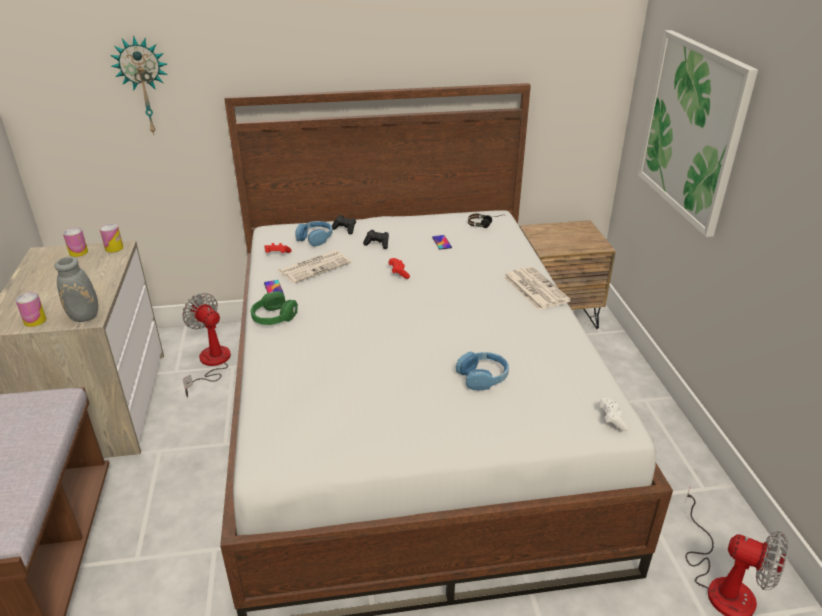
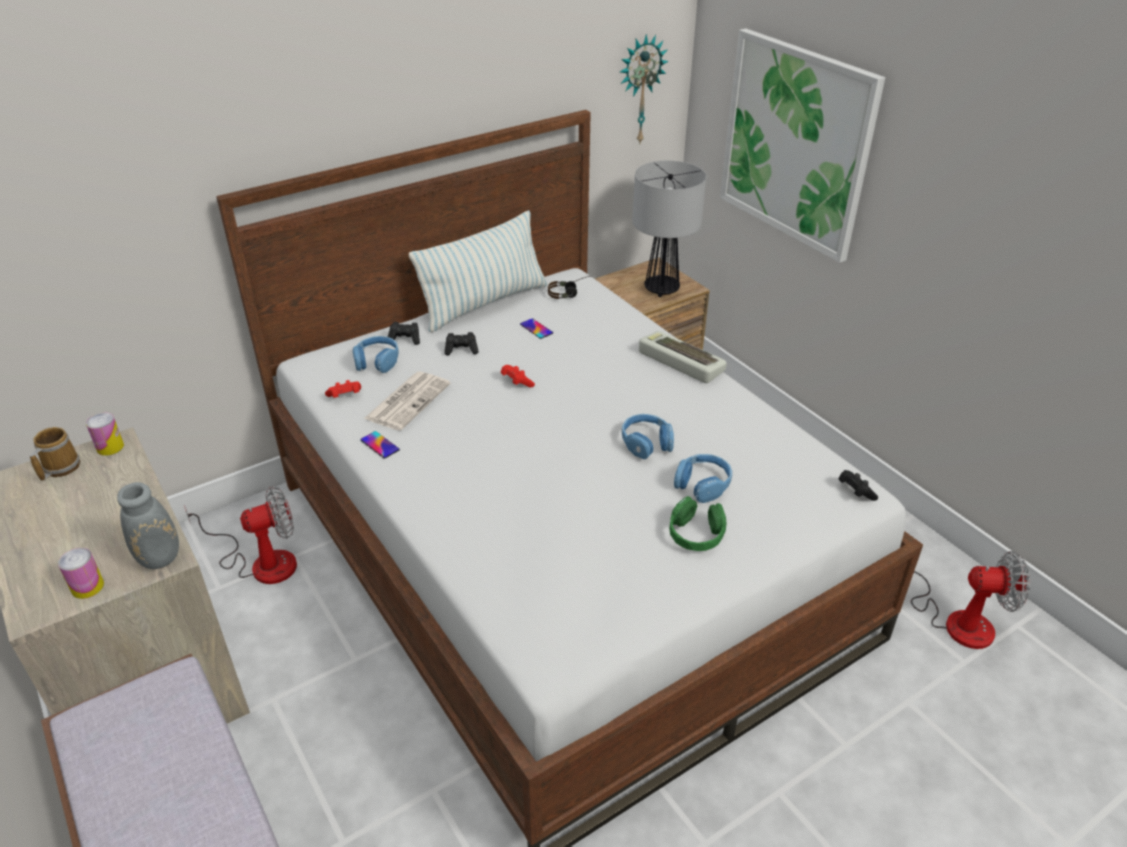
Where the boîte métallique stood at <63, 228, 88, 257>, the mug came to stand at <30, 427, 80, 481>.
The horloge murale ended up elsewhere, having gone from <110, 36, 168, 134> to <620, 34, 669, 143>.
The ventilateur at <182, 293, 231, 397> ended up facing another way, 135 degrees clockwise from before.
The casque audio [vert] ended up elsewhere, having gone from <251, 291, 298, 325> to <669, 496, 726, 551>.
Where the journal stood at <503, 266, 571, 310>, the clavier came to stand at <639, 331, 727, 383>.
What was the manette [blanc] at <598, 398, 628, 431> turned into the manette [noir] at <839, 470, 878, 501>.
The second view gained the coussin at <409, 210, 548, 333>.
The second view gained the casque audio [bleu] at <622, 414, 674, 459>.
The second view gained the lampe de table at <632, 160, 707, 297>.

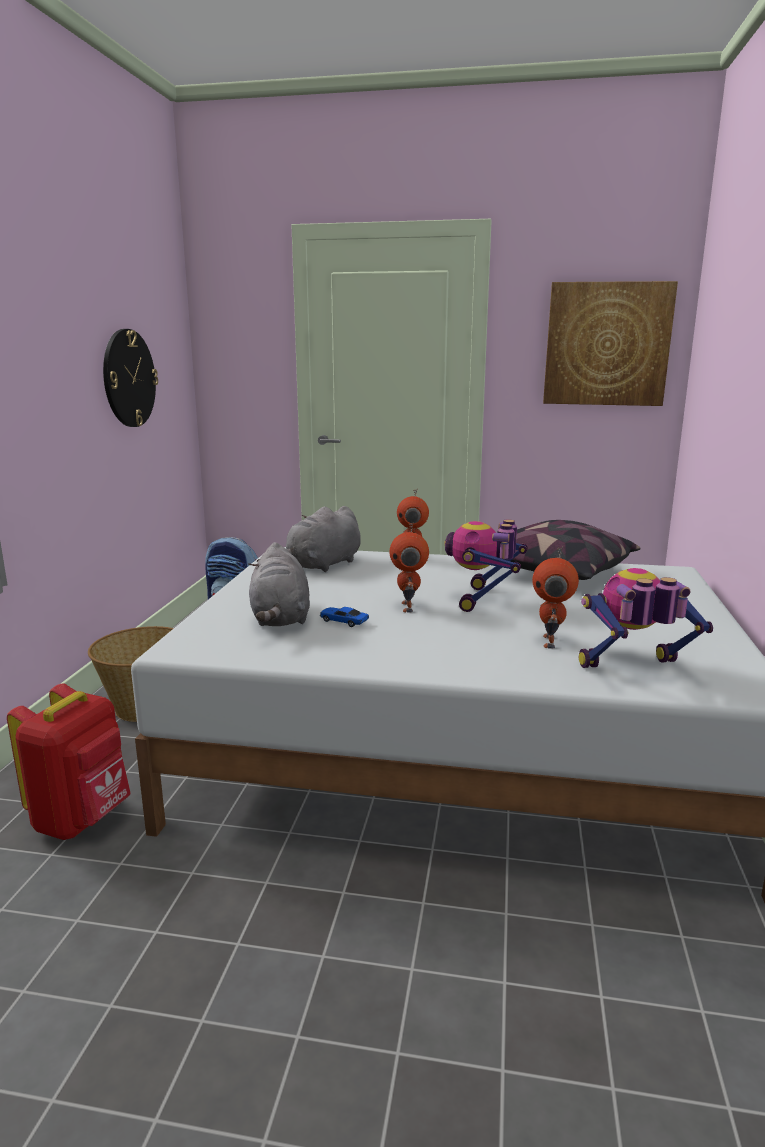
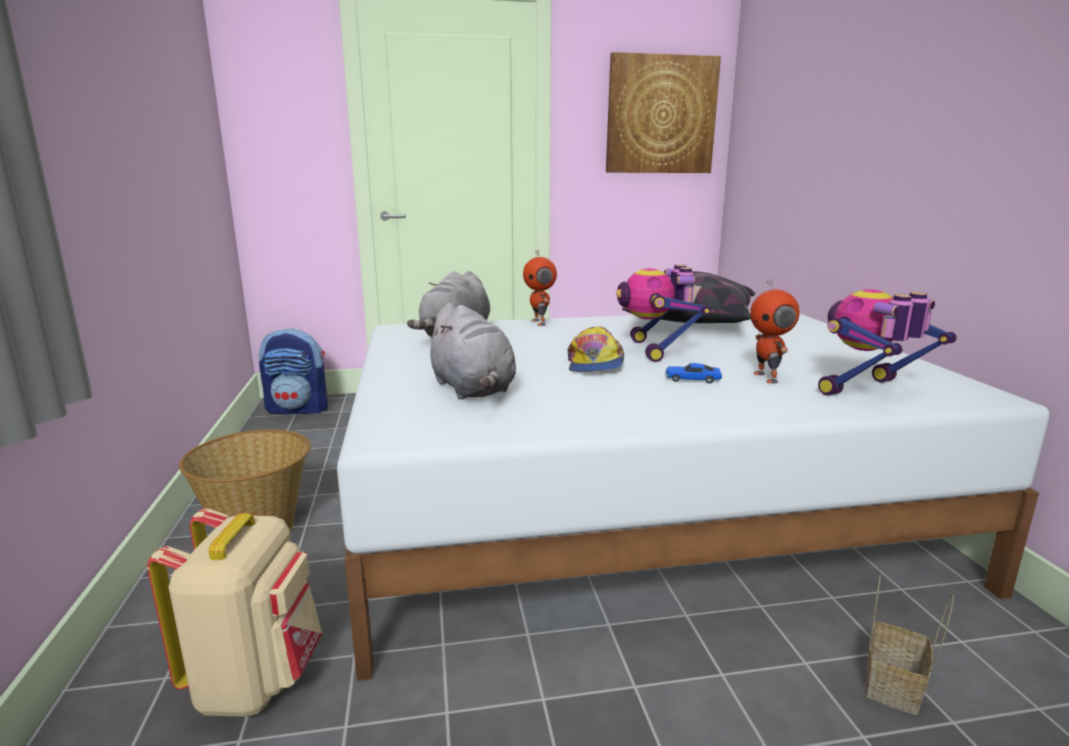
What was the sac à dos [rouge] at <7, 683, 131, 840> turned into the sac à dos [beige] at <147, 508, 322, 717>.
The second view lost the horloge murale at <103, 329, 158, 427>.
The petite voiture ended up elsewhere, having gone from <320, 607, 369, 627> to <665, 363, 722, 384>.
Where the robot jouet stood at <389, 522, 429, 613>, the casquette came to stand at <568, 326, 625, 372>.
The second view gained the panier at <865, 574, 954, 715>.

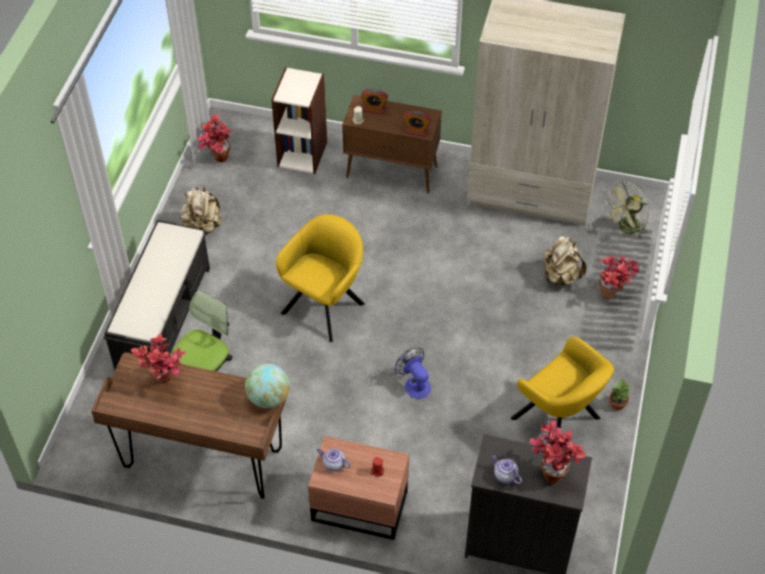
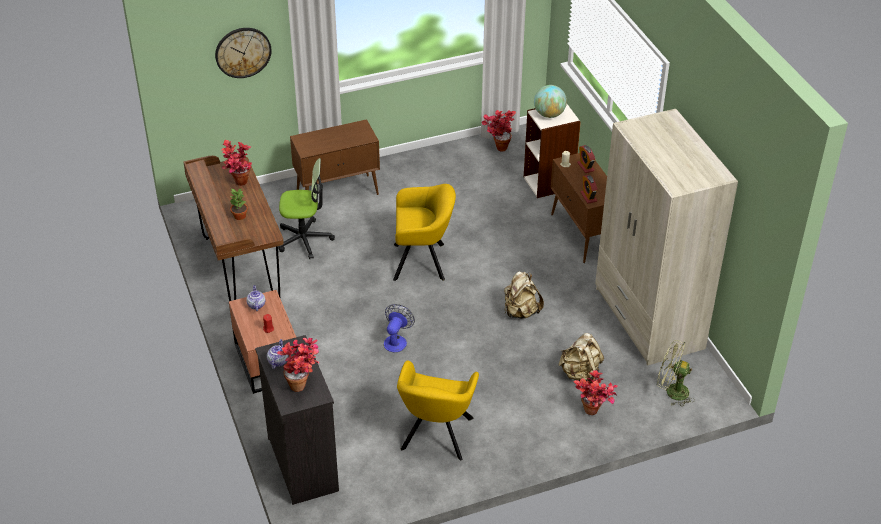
Where the banc [noir] stood at <103, 220, 210, 370>, the meuble de rangement [marron] came to stand at <290, 119, 380, 195>.
The sac à dos [beige] ended up elsewhere, having gone from <180, 185, 222, 237> to <504, 271, 544, 319>.
The globe ended up elsewhere, having gone from <245, 363, 290, 408> to <534, 85, 567, 118>.
The plante en pot ended up elsewhere, having gone from <609, 379, 631, 410> to <229, 189, 248, 220>.
The second view gained the horloge murale at <215, 28, 272, 78>.

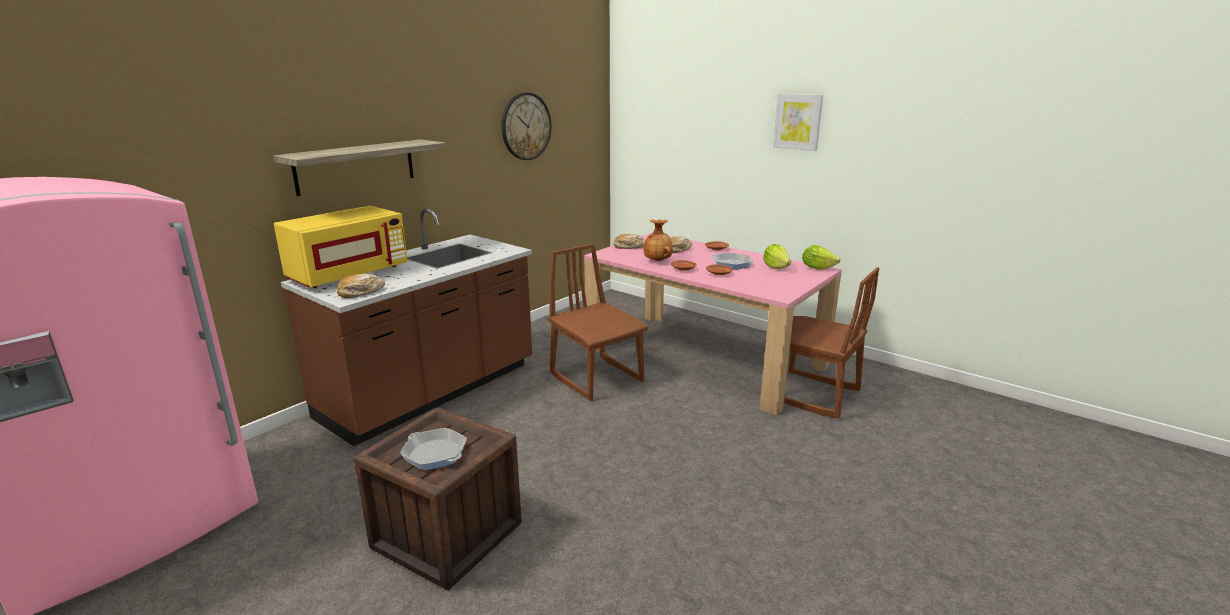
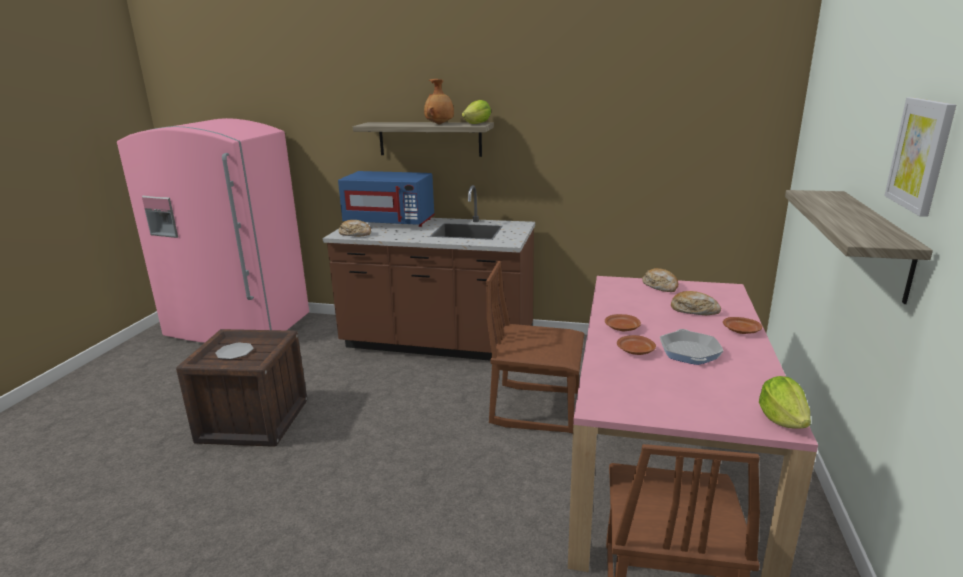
What was the micro-ondes [jaune] at <274, 206, 408, 288> turned into the micro-ondes [bleu] at <338, 171, 435, 227>.
Where the poêle stood at <400, 428, 467, 470>, the assiette came to stand at <215, 342, 254, 359>.
The second view lost the horloge murale at <502, 93, 552, 160>.
The chaise [marron] at <548, 243, 648, 401> ended up facing another way, 105 degrees counterclockwise from before.
The vase [marron] ended up elsewhere, having gone from <644, 219, 673, 262> to <424, 79, 454, 125>.
The laitue ended up elsewhere, having gone from <763, 244, 791, 269> to <462, 100, 491, 124>.
The second view gained the étagère at <785, 190, 933, 304>.

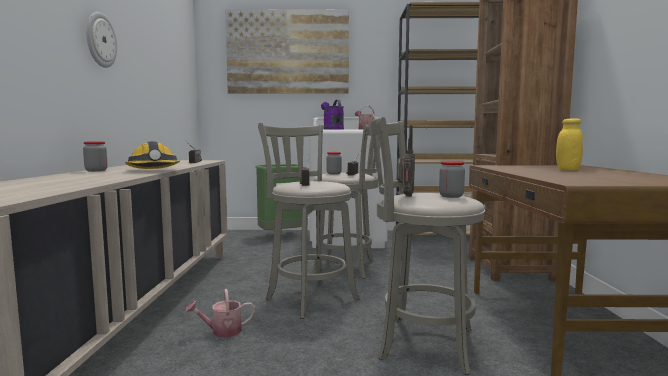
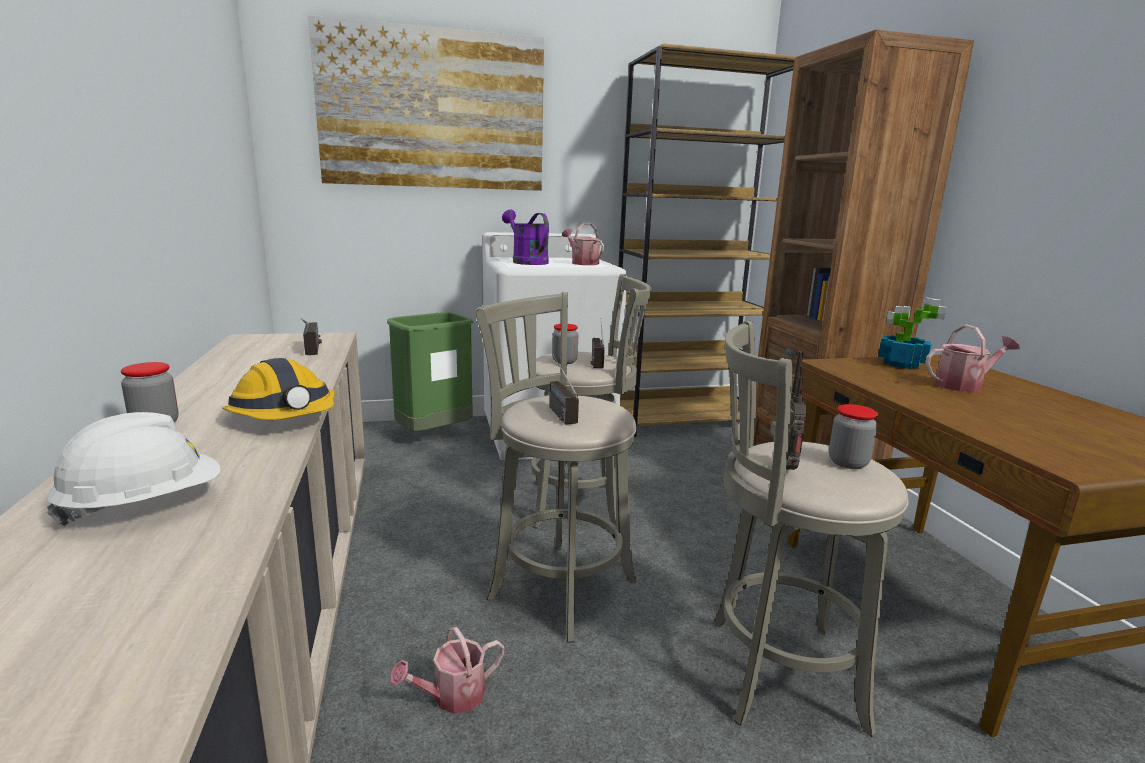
The second view lost the horloge murale at <86, 12, 117, 68>.
Where the bocal [jaune] stood at <556, 118, 583, 170>, the arrosoir came to stand at <925, 324, 1020, 392>.
The second view gained the casque de chantier [blanc] at <47, 412, 221, 526>.
The second view gained the plante en pot at <878, 297, 946, 369>.

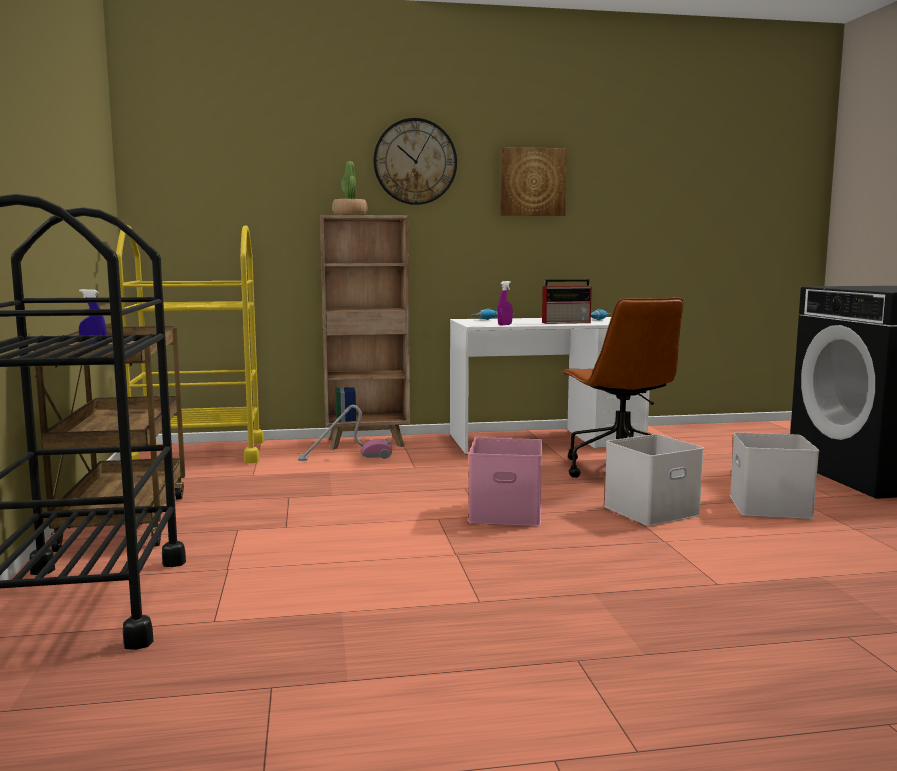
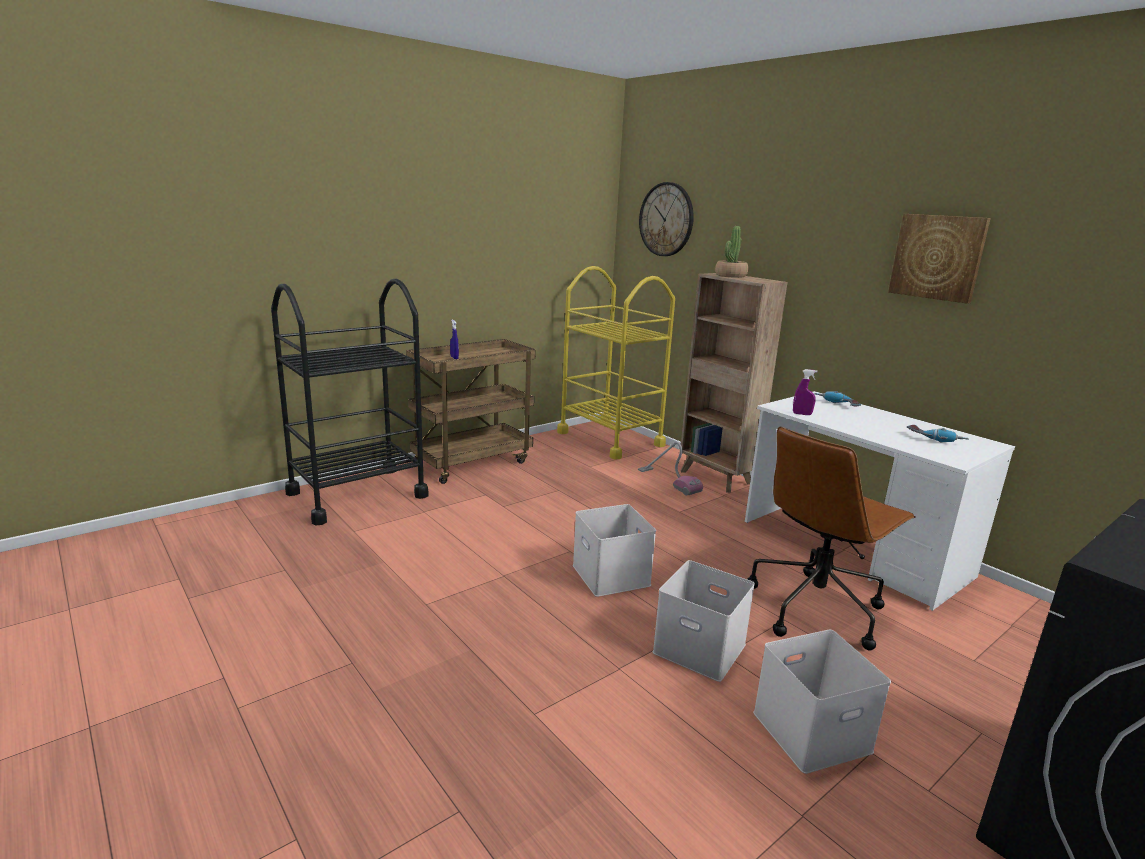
The horloge murale ended up elsewhere, having gone from <373, 118, 457, 205> to <639, 182, 694, 256>.
What was the boîte de rangement [rose] at <468, 437, 542, 526> turned into the boîte de rangement [blanc] at <573, 504, 656, 597>.
The second view lost the radio at <542, 279, 592, 324>.

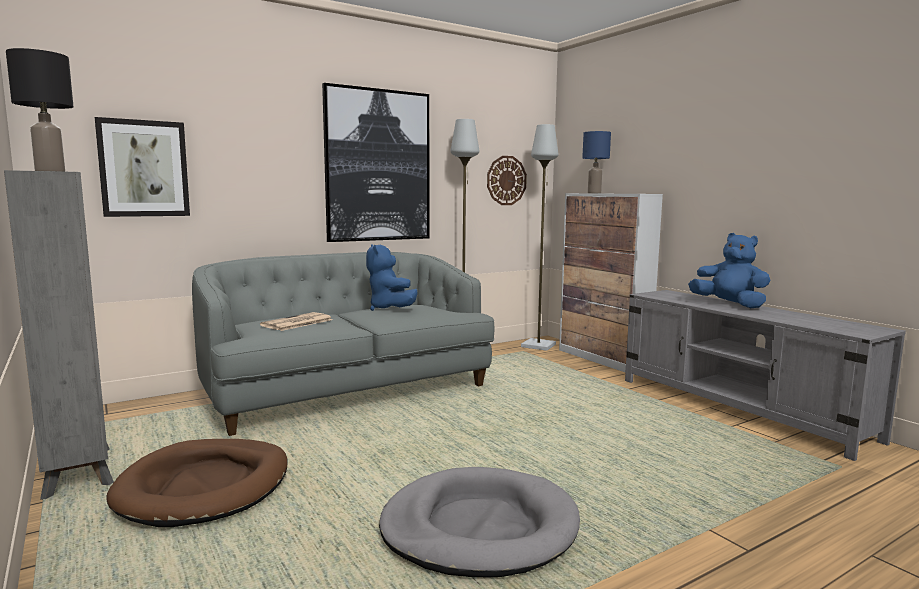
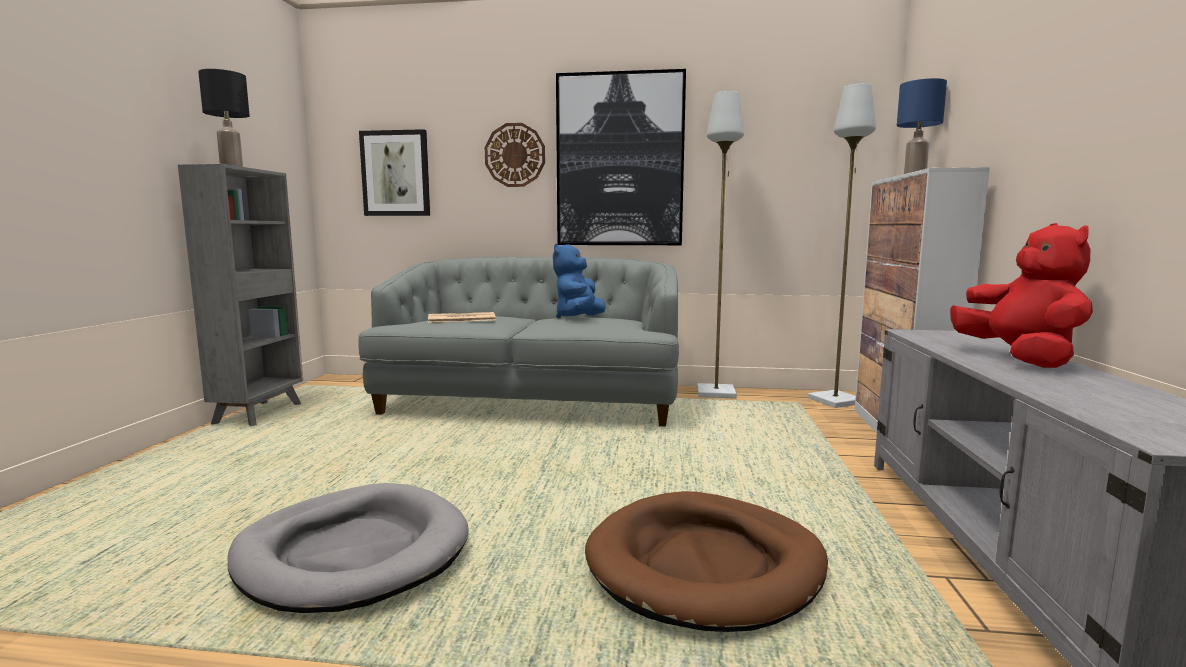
The panier pour chien [marron] ended up elsewhere, having gone from <106, 439, 287, 527> to <585, 491, 828, 632>.
The horloge murale ended up elsewhere, having gone from <487, 156, 527, 205> to <485, 123, 545, 187>.
What was the peluche [bleu] at <688, 233, 771, 308> turned into the peluche [rouge] at <950, 223, 1093, 368>.

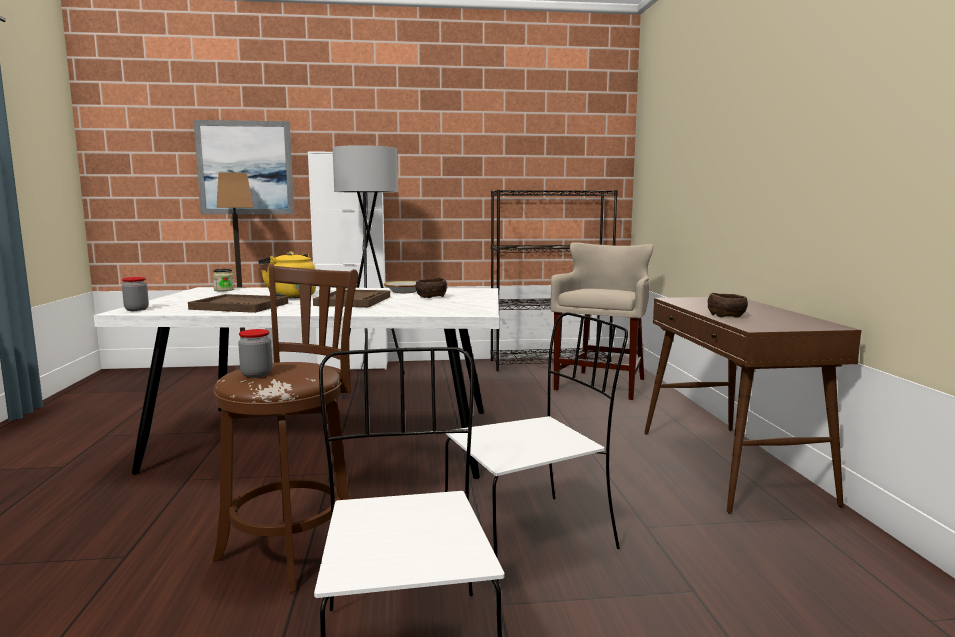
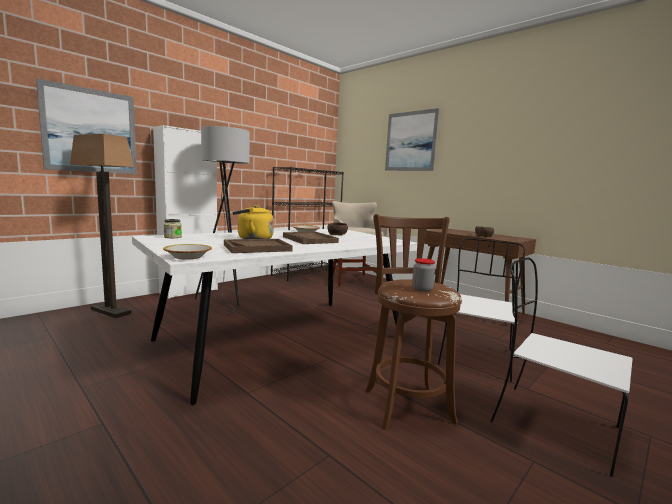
Where the bocal stood at <122, 277, 149, 311>, the bol came to stand at <163, 244, 212, 259>.
The second view gained the tableau at <385, 108, 440, 171>.

